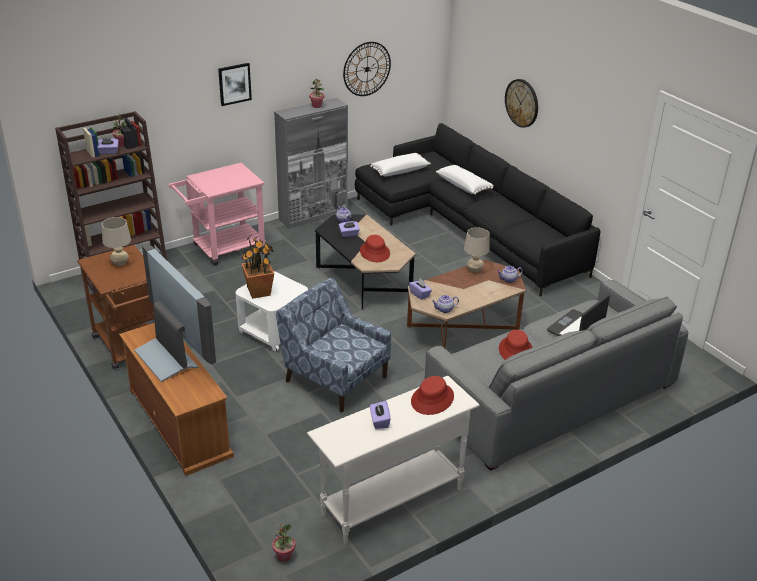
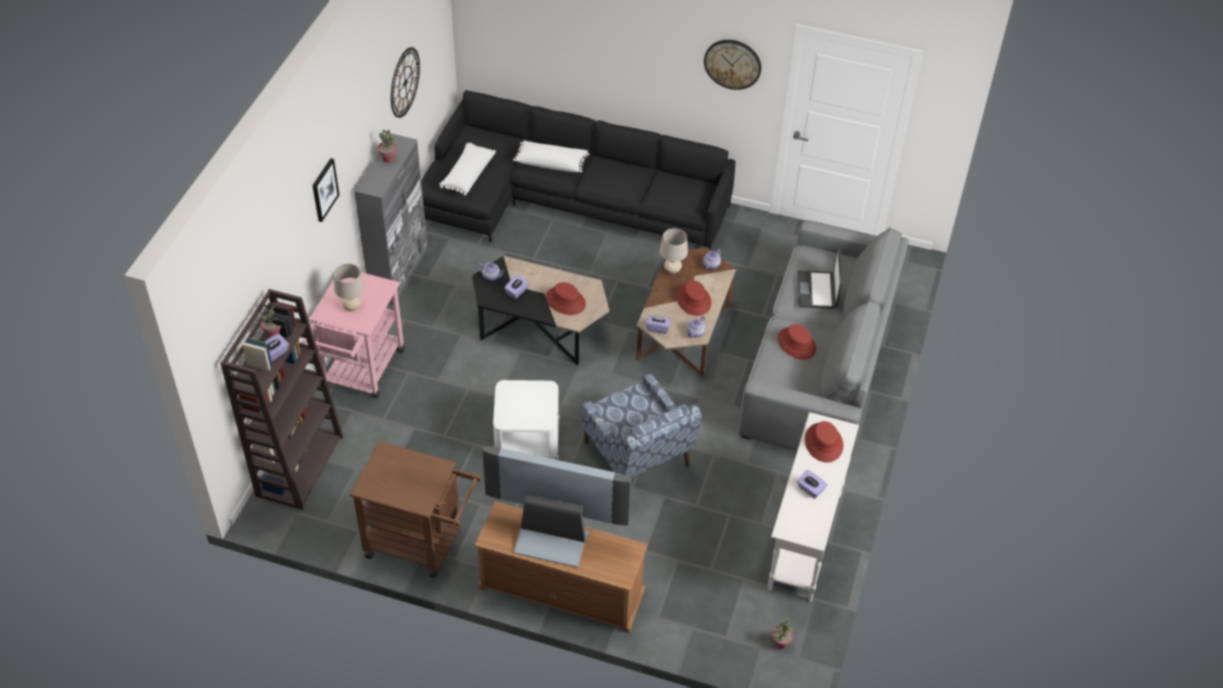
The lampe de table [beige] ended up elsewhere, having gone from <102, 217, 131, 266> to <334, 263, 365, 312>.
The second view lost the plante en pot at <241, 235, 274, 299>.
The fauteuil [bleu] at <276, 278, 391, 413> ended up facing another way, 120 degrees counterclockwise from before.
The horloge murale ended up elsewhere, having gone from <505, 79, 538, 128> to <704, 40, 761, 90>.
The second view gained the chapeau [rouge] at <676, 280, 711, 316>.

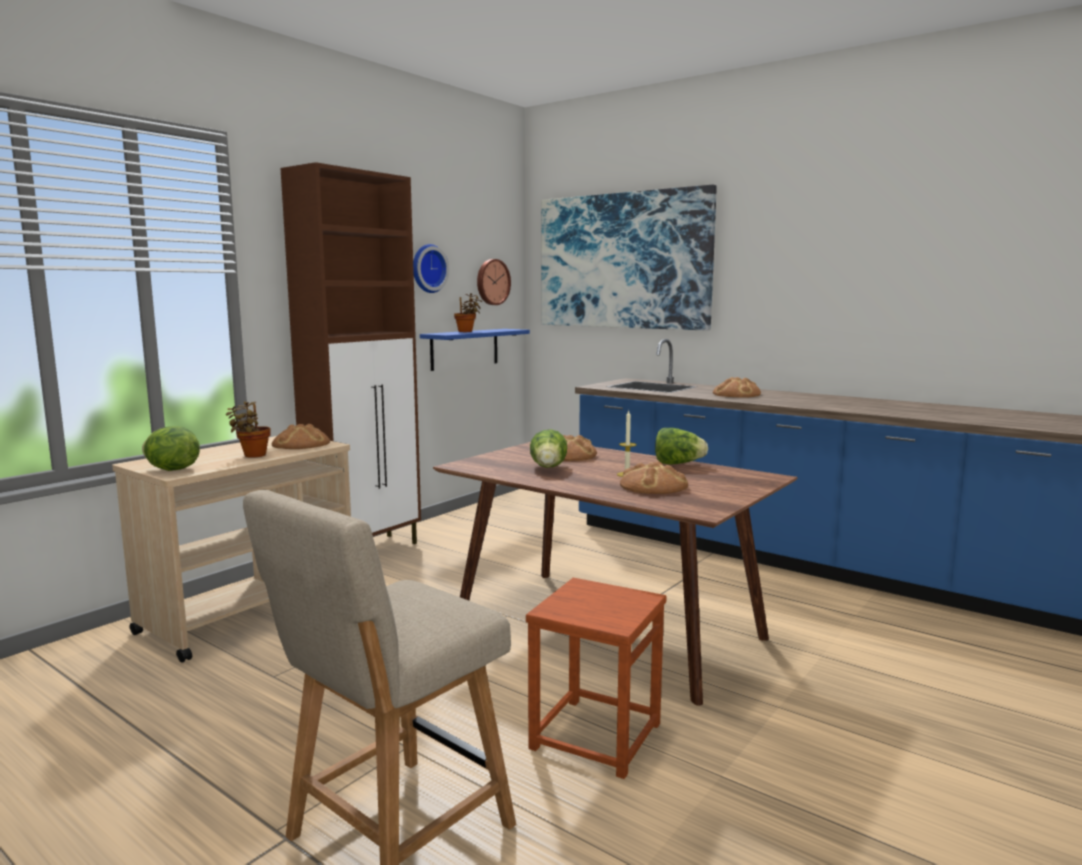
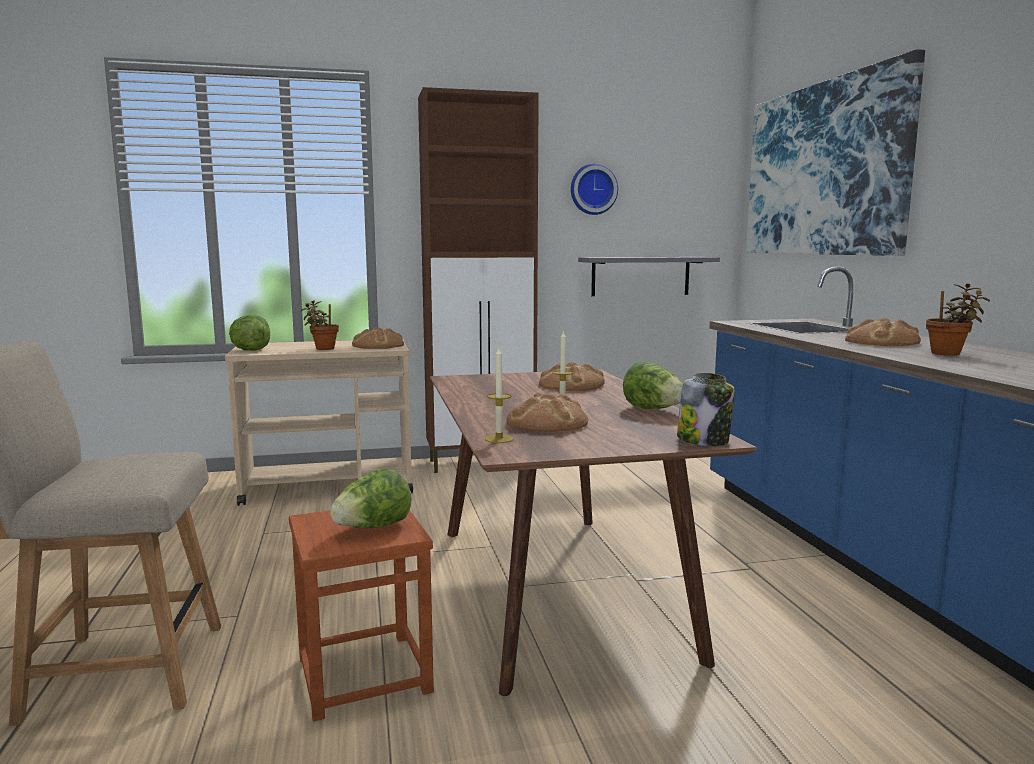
What was the étagère [bleu] at <420, 329, 530, 371> turned into the étagère [gris] at <578, 257, 720, 296>.
The plante en pot ended up elsewhere, having gone from <454, 293, 482, 332> to <926, 284, 990, 356>.
The second view lost the horloge murale at <477, 259, 511, 305>.
The laitue ended up elsewhere, having gone from <530, 429, 567, 468> to <330, 469, 412, 528>.
The second view gained the bougie at <485, 348, 514, 443>.
The second view gained the bocal at <677, 373, 735, 446>.

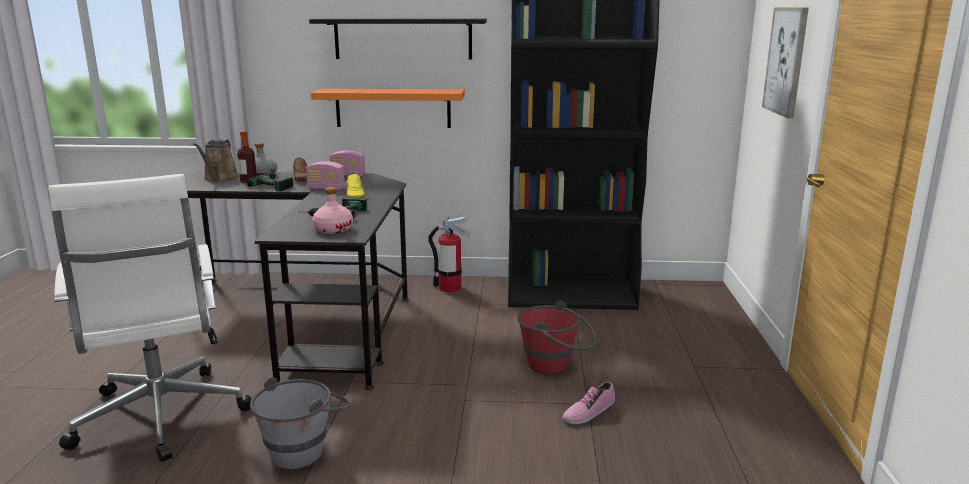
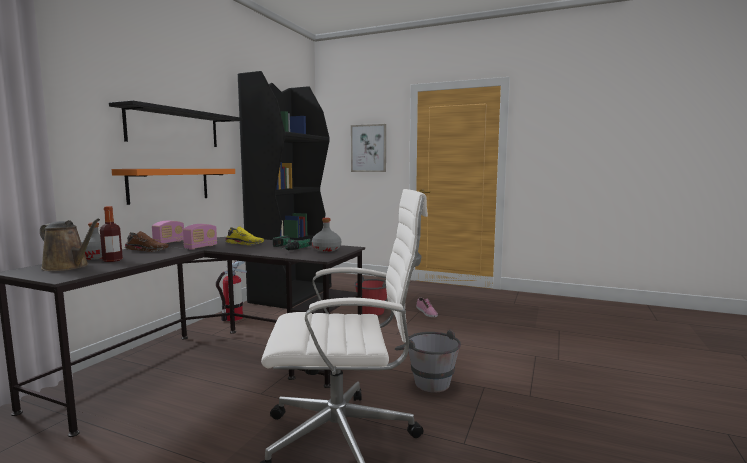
The second view lost the perceuse at <247, 172, 293, 191>.
What was the bouteille [rose] at <312, 187, 353, 234> turned into the bouteille [gris] at <312, 218, 341, 252>.

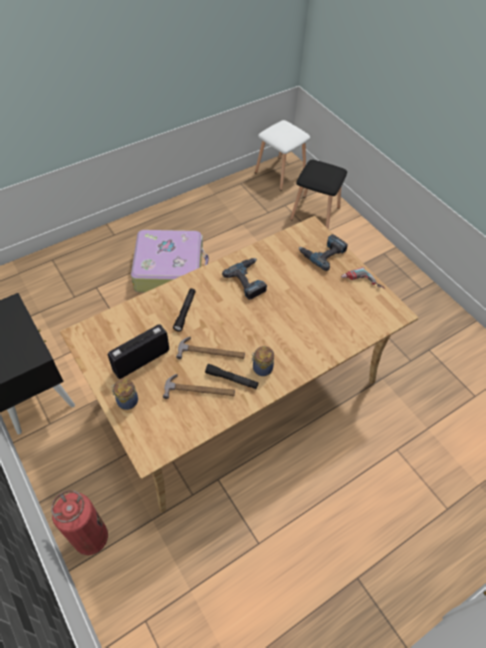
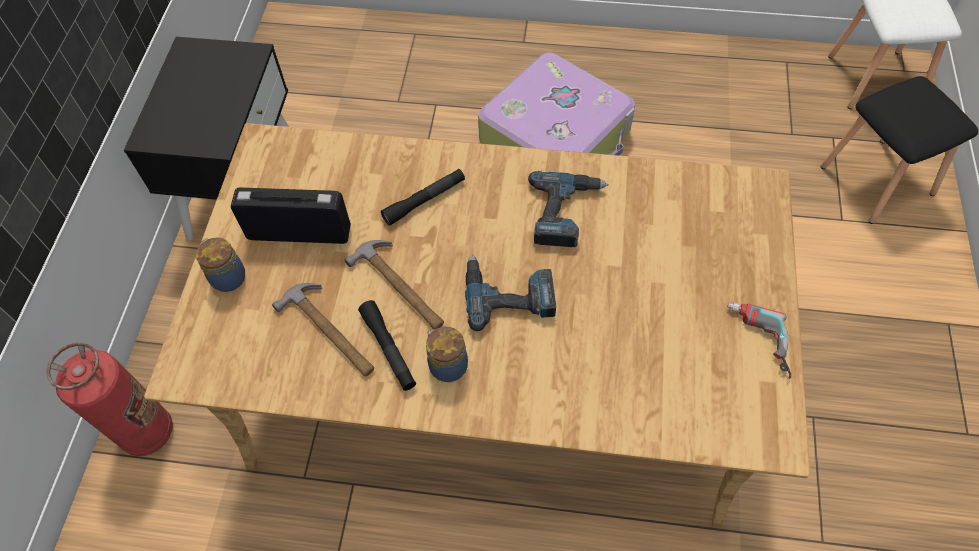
The perceuse ended up elsewhere, having gone from <298, 234, 348, 271> to <465, 255, 556, 331>.

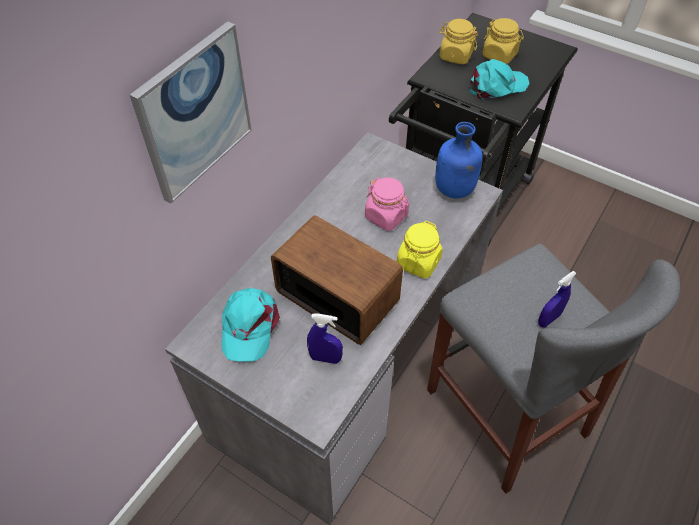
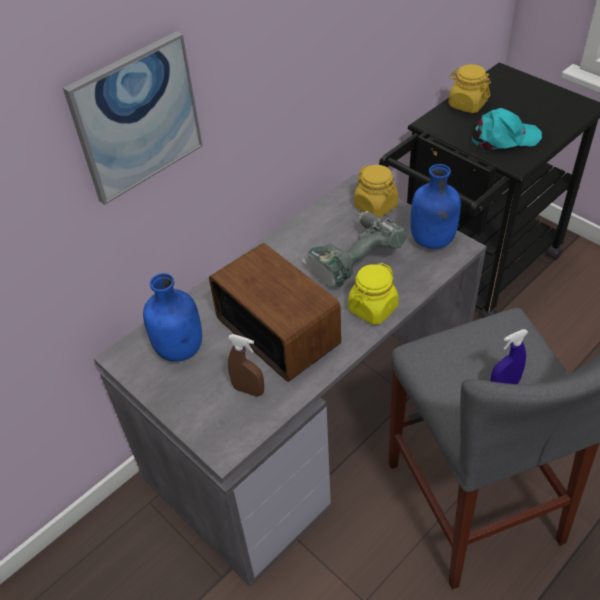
Where the casquette [turquoise] stood at <222, 288, 280, 362>, the bouteille [bleu] came to stand at <143, 273, 202, 362>.
What was the vaporisateur [bleu] at <307, 313, 343, 364> turned into the vaporisateur [marron] at <228, 334, 264, 397>.
Where the bocal [rose] stood at <365, 178, 409, 231>, the perceuse came to stand at <302, 211, 406, 287>.
The bocal [jaune] ended up elsewhere, having gone from <482, 18, 524, 64> to <354, 165, 398, 218>.

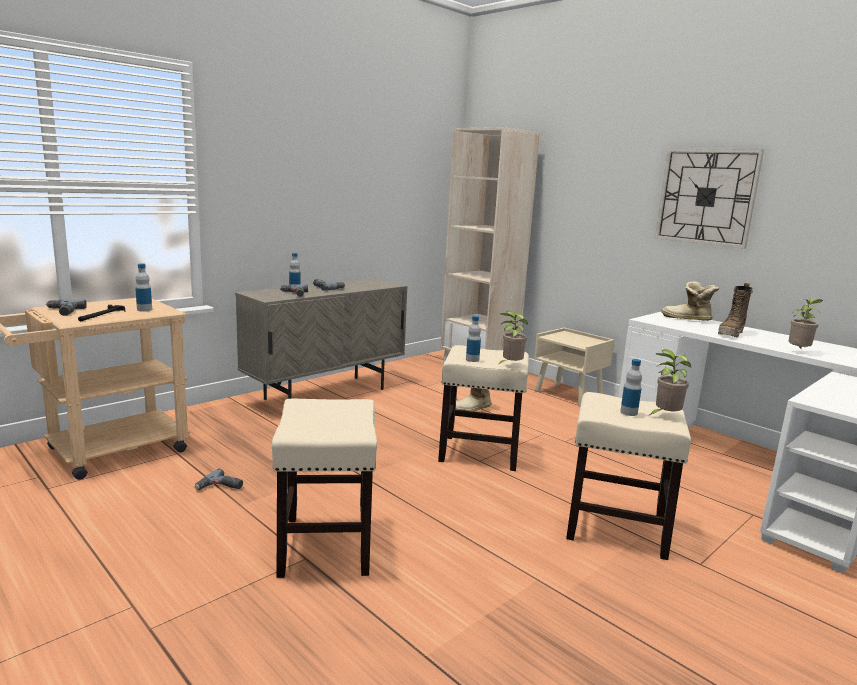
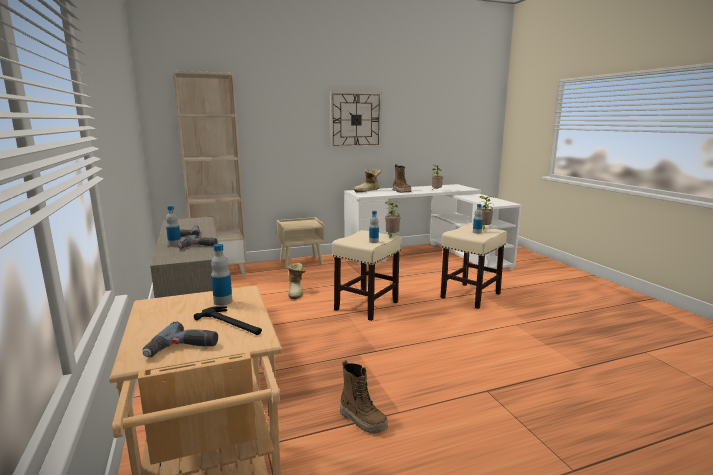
Where the perceuse stood at <195, 468, 243, 490>, the botte came to stand at <340, 360, 388, 434>.
The second view lost the tabouret [beige] at <272, 399, 377, 578>.

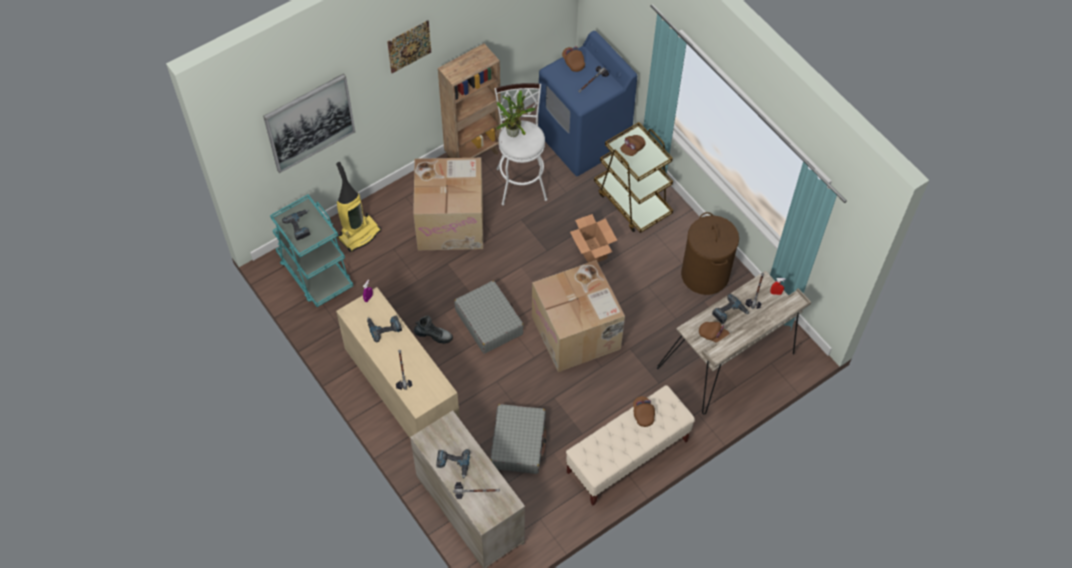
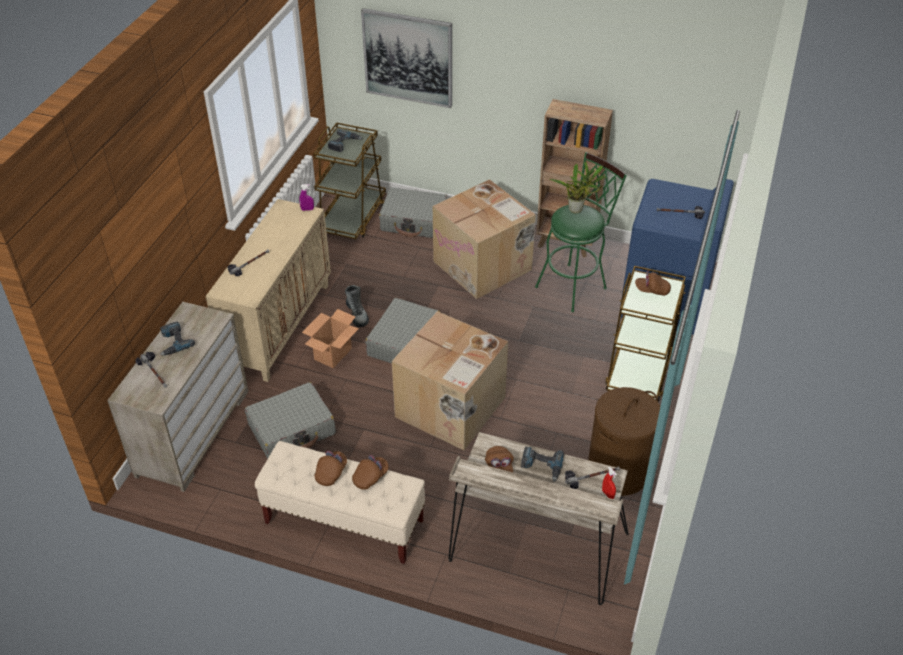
What was the chariot [turquoise] at <270, 194, 353, 307> turned into the chariot [marron] at <314, 122, 386, 239>.
Where the aspirateur stood at <336, 162, 381, 252>, the valise [gris] came to stand at <379, 187, 447, 238>.
The second view lost the perceuse at <367, 315, 402, 342>.
The second view lost the tableau at <387, 20, 431, 73>.
What was the tabouret [blanc] at <495, 83, 547, 205> turned into the tabouret [vert] at <535, 152, 627, 312>.
The casquette [marron] ended up elsewhere, having gone from <562, 47, 585, 72> to <314, 451, 347, 486>.
The carton ended up elsewhere, having gone from <570, 214, 617, 263> to <302, 309, 359, 368>.

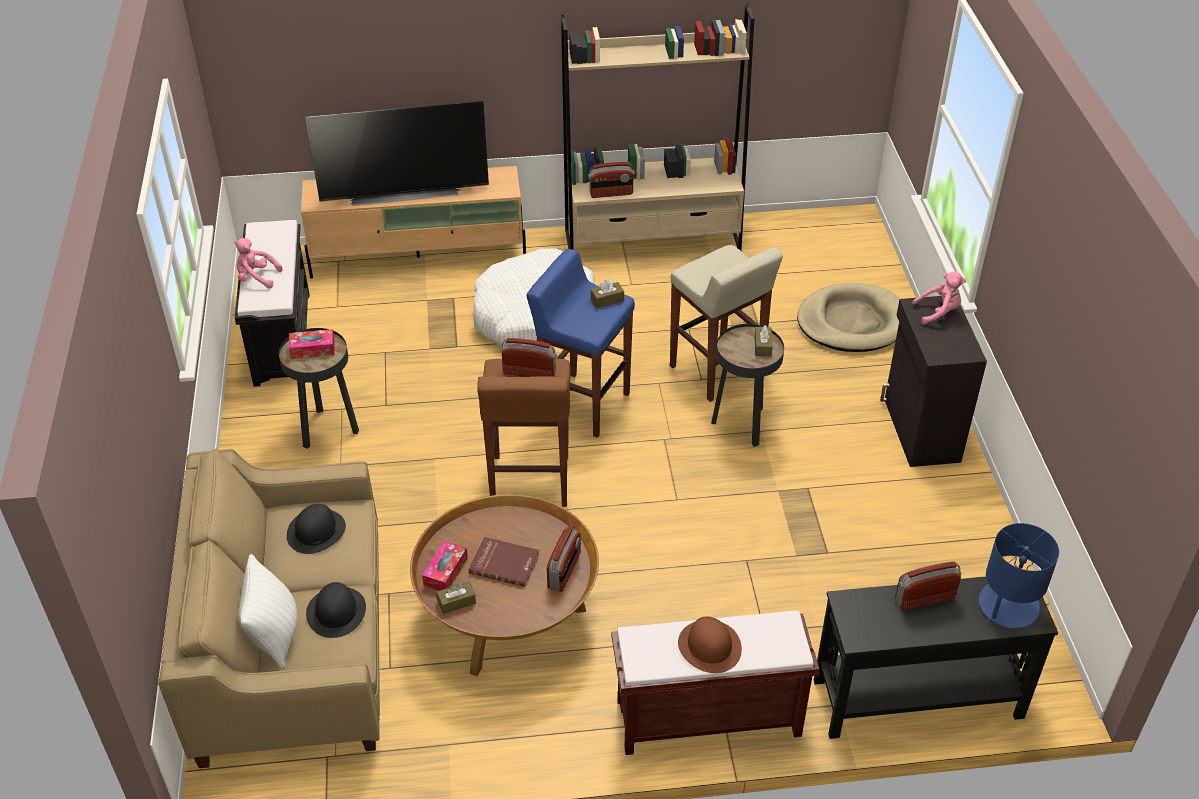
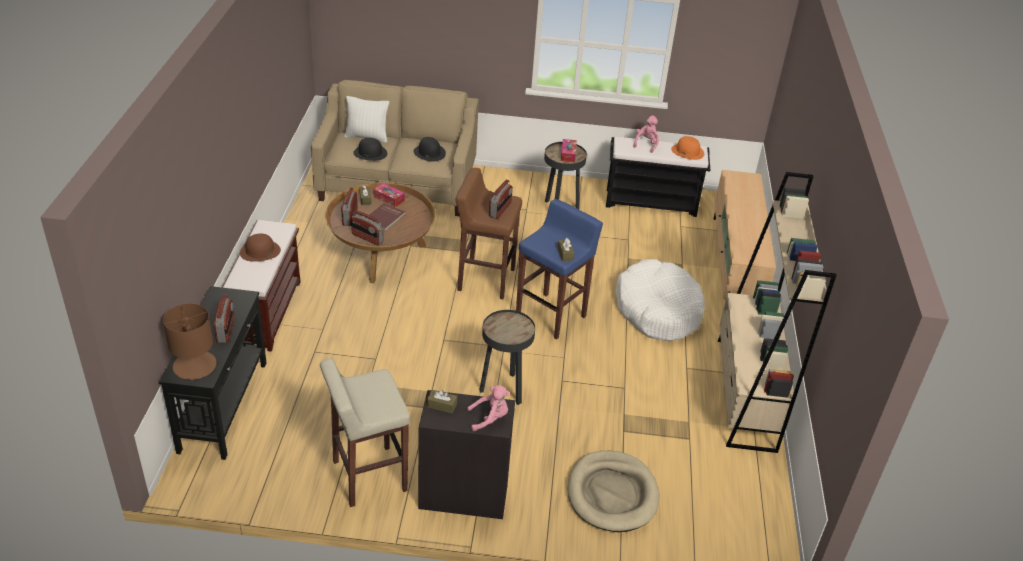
The second view lost the téléviseur at <306, 101, 489, 206>.
The radio ended up elsewhere, having gone from <588, 162, 635, 198> to <341, 188, 358, 226>.
The tabouret [beige] ended up elsewhere, having gone from <670, 245, 783, 402> to <320, 358, 410, 507>.
The boîte à mouchoirs [marron] ended up elsewhere, having gone from <755, 325, 772, 357> to <427, 390, 457, 414>.
The peluche [rose] at <912, 272, 966, 325> ended up facing another way, 105 degrees counterclockwise from before.
What was the lampe de table [bleu] at <979, 523, 1059, 628> turned into the lampe de table [marron] at <163, 303, 217, 380>.
The second view gained the chapeau [orange] at <671, 136, 704, 160>.

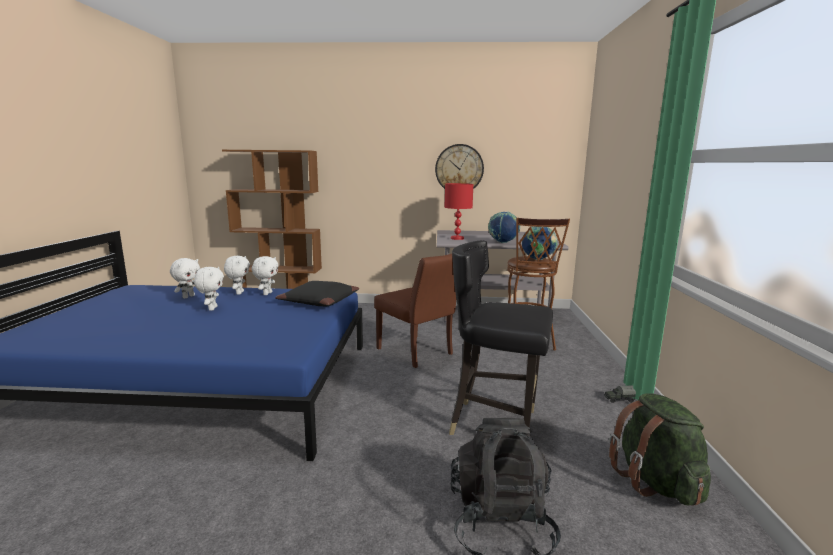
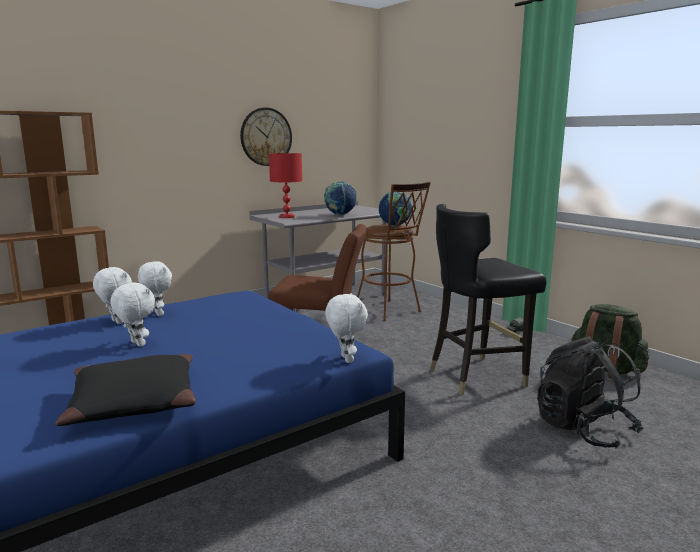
The peluche [blanc] ended up elsewhere, having gone from <170, 258, 200, 298> to <325, 293, 368, 363>.
The coussin [noir] ended up elsewhere, having gone from <275, 281, 359, 306> to <55, 354, 196, 426>.

